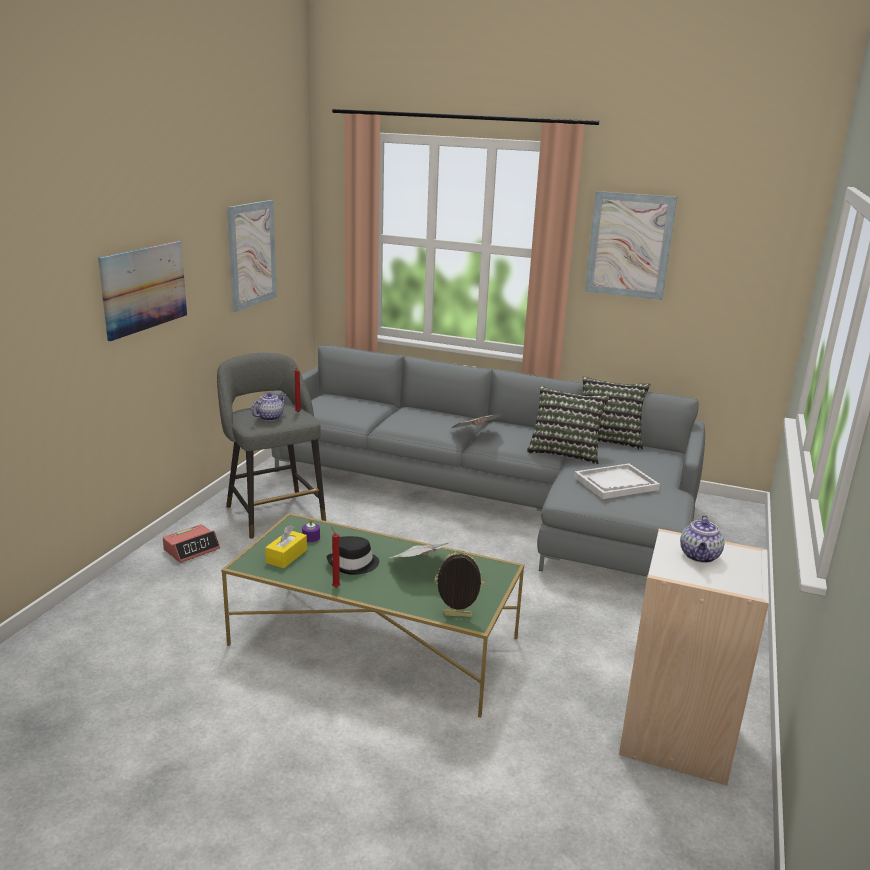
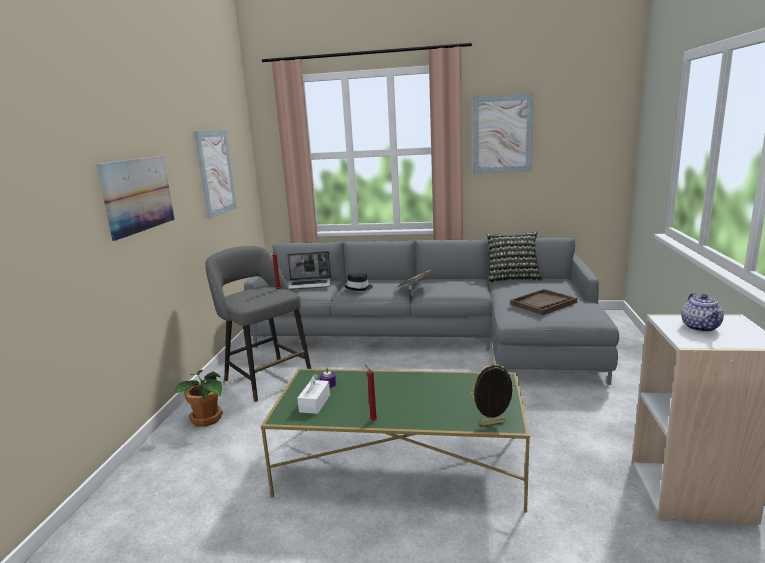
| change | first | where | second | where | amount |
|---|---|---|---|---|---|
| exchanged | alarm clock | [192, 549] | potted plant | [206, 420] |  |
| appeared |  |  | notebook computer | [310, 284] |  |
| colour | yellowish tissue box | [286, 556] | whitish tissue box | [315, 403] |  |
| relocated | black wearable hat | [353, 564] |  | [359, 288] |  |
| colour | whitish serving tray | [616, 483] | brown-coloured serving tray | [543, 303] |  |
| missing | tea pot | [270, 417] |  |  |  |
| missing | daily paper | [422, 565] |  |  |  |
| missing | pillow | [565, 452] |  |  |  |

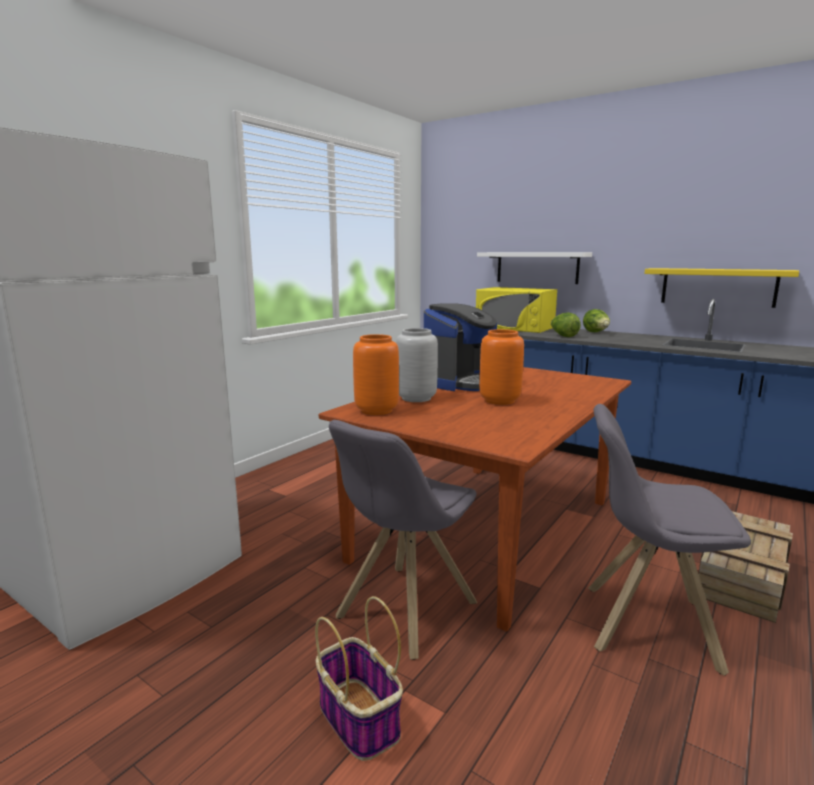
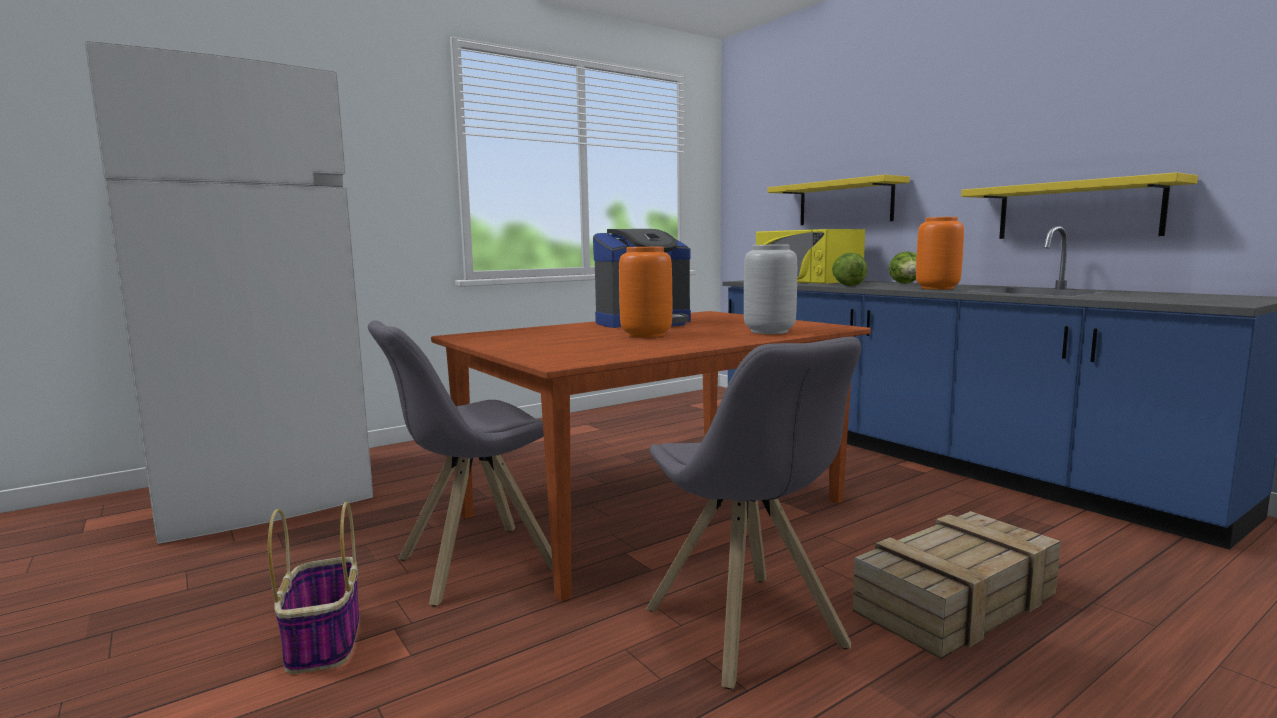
| change | first | where | second | where | amount |
|---|---|---|---|---|---|
| spun | gray chair | [648, 625] |  | [746, 627] | 150 degrees counterclockwise |
| relocated | gray decorative vase | [416, 398] |  | [768, 332] |  |
| colour | whitish wall shelf | [537, 267] | yellowish wall shelf | [845, 203] |  |
| relocated | orange decorative vase | [375, 410] |  | [936, 288] |  |

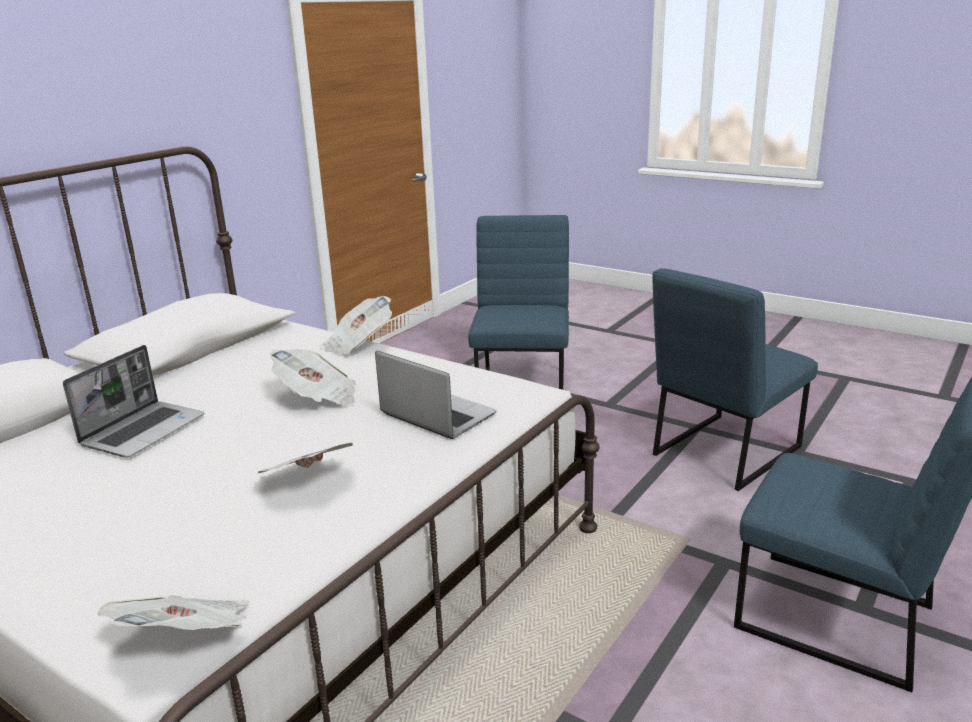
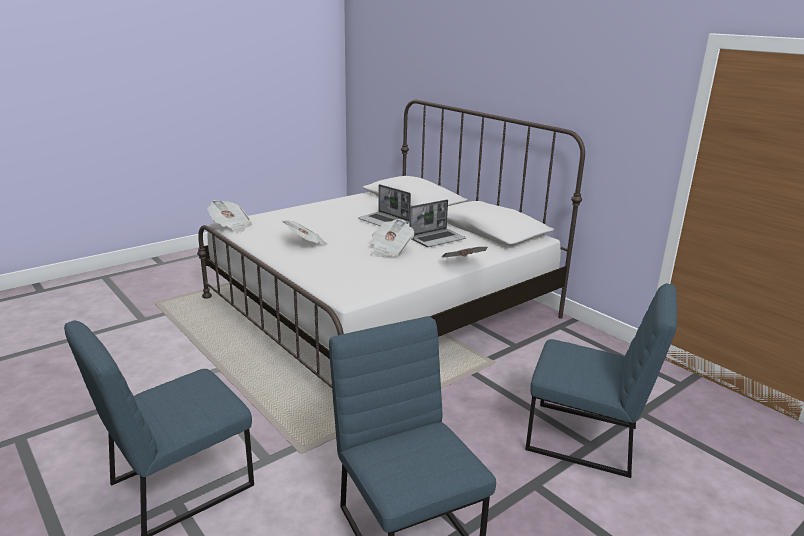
| change | first | where | second | where | amount |
|---|---|---|---|---|---|
| relocated | notebook computer | [436, 415] |  | [437, 239] |  |

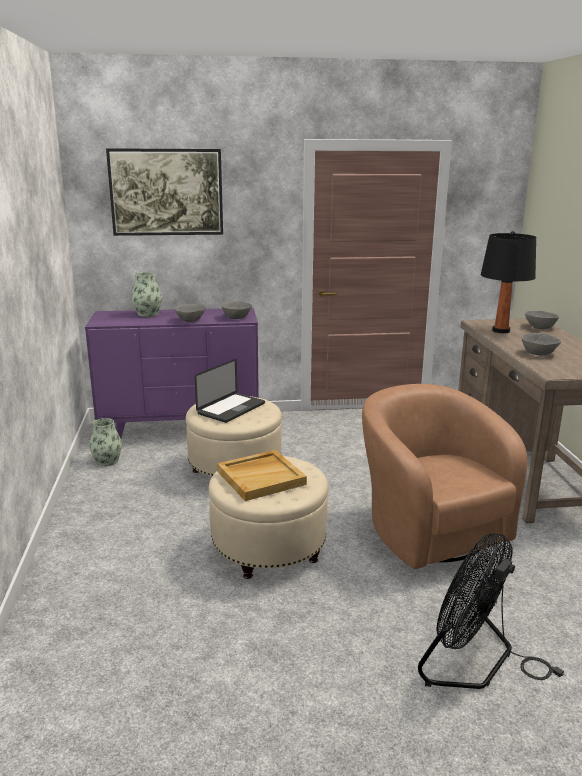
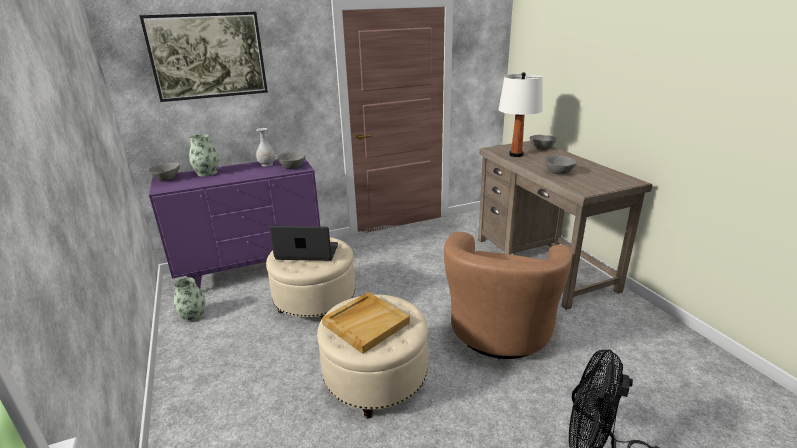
| change | first | where | second | where | amount |
|---|---|---|---|---|---|
| relocated | gray bowl | [190, 320] |  | [166, 178] |  |
| appeared |  |  | whitish decorative vase | [266, 164] |  |
| spun | notebook computer | [231, 409] |  | [307, 252] | 105 degrees counterclockwise |
| spun | brown-coloured lounge chair | [429, 531] |  | [499, 332] | 120 degrees counterclockwise |
| colour | black lamp for a table | [501, 331] | whitish lamp for a table | [516, 155] |  |

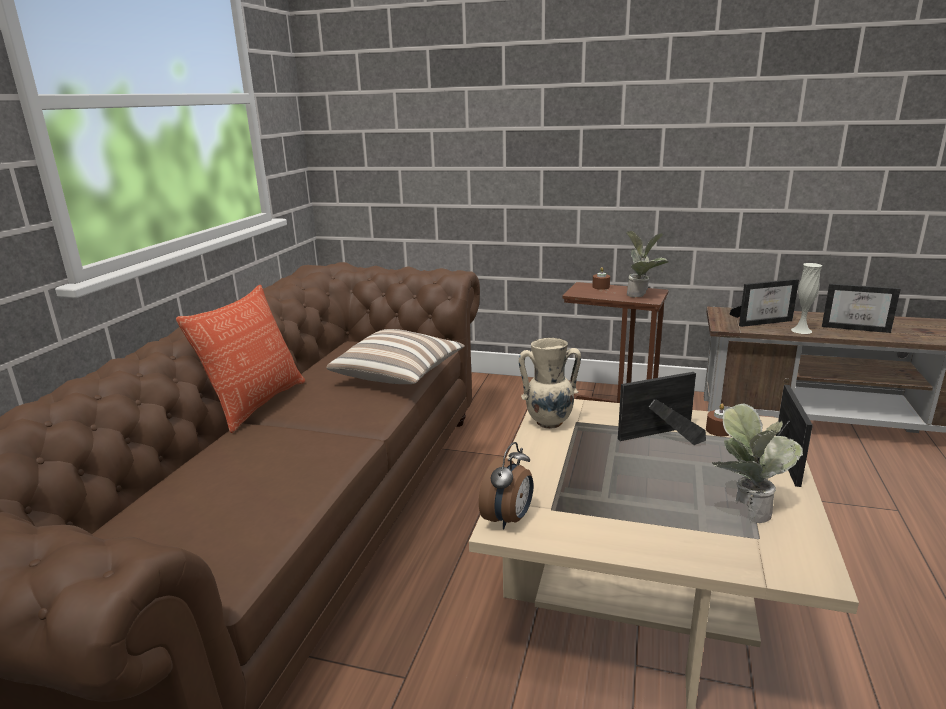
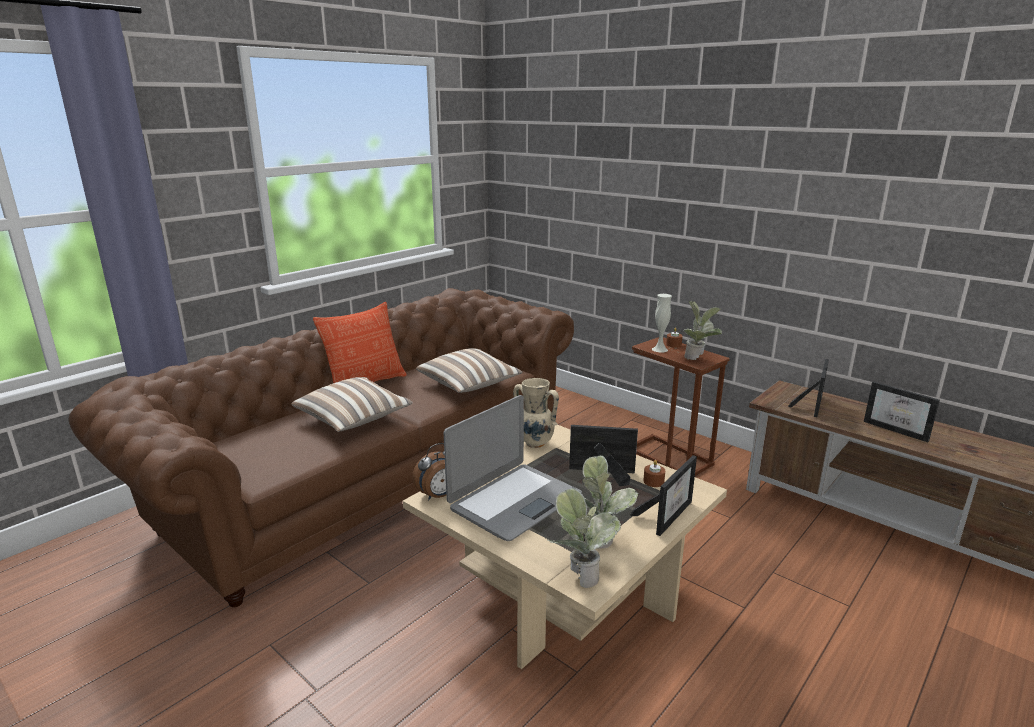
| change | first | where | second | where | amount |
|---|---|---|---|---|---|
| appeared |  |  | pillow | [354, 420] |  |
| appeared |  |  | notebook computer | [514, 501] |  |
| appeared |  |  | potted plant | [579, 574] |  |
| relocated | whitish decorative vase | [801, 330] |  | [659, 349] |  |
| spun | standing frame | [762, 321] |  | [811, 404] | 75 degrees counterclockwise |

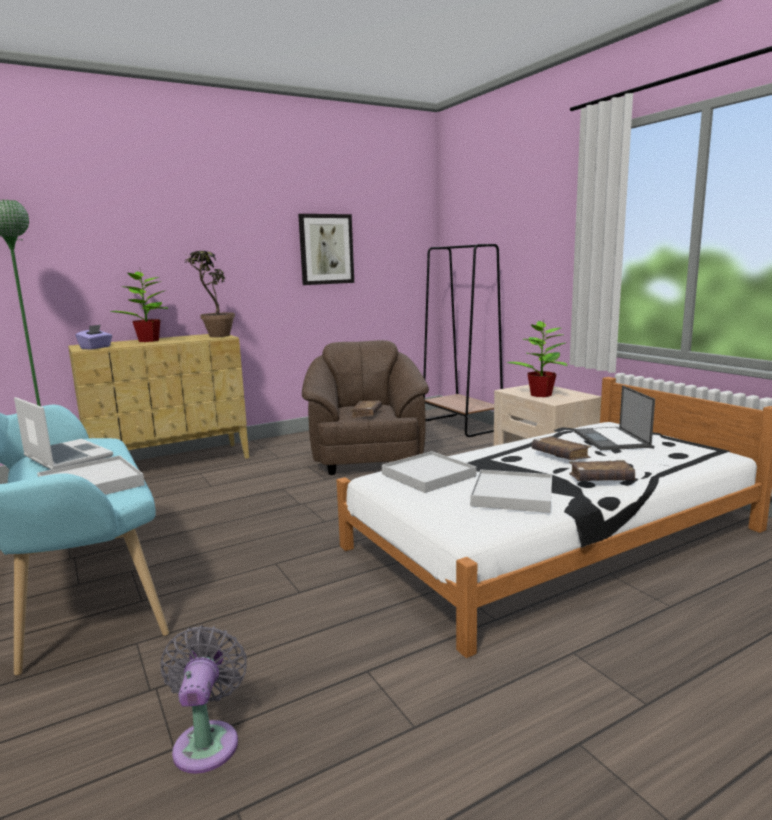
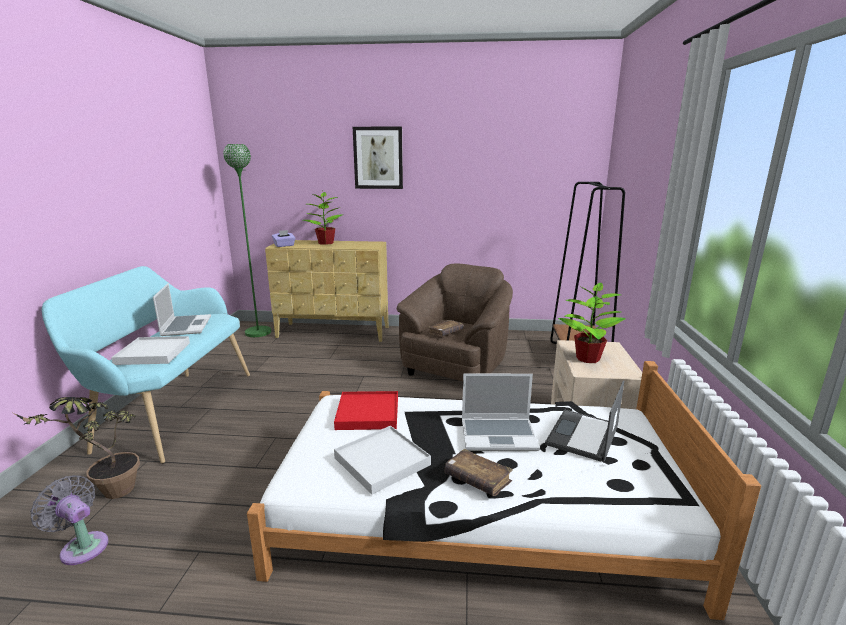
| change | first | where | second | where | amount |
|---|---|---|---|---|---|
| relocated | potted plant | [215, 336] |  | [107, 494] |  |
| spun | gray fan | [207, 741] |  | [82, 546] | 90 degrees counterclockwise |
| colour | whitish serving tray | [428, 475] | red-coloured serving tray | [367, 413] |  |
| relocated | wall picture | [326, 249] |  | [378, 158] |  |
| exchanged | brown-coloured book | [560, 455] | notebook computer | [499, 435] |  |

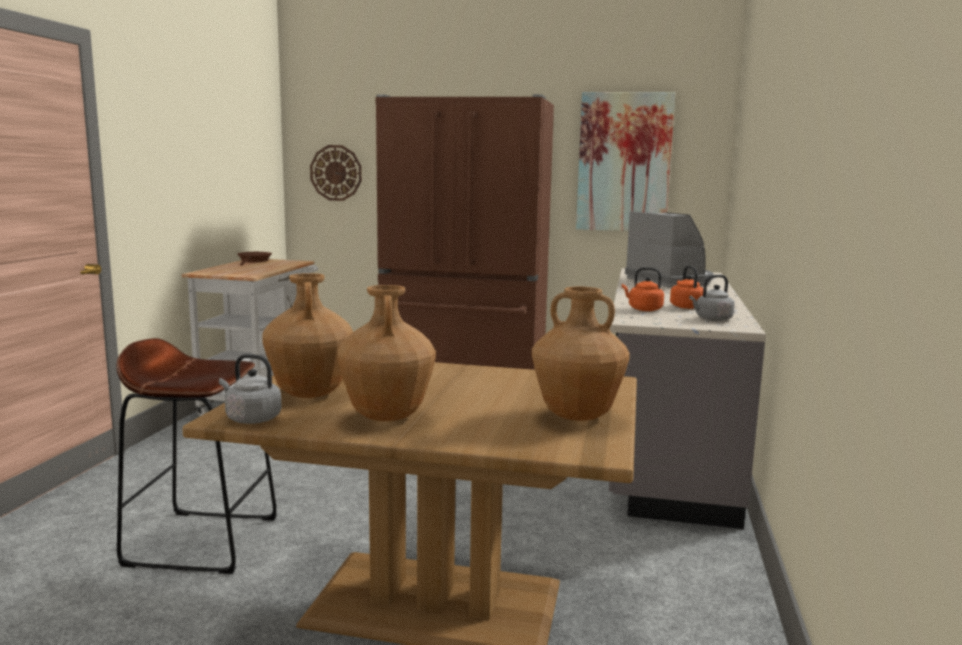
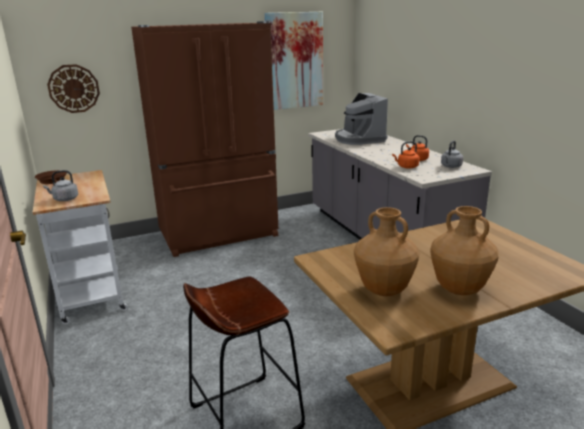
| change | first | where | second | where | amount |
|---|---|---|---|---|---|
| relocated | gray water kettle | [251, 419] |  | [64, 199] |  |
| spun | coffee brewer | [670, 281] |  | [359, 139] | 135 degrees counterclockwise |
| missing | brown-coloured decorative vase | [578, 416] |  |  |  |

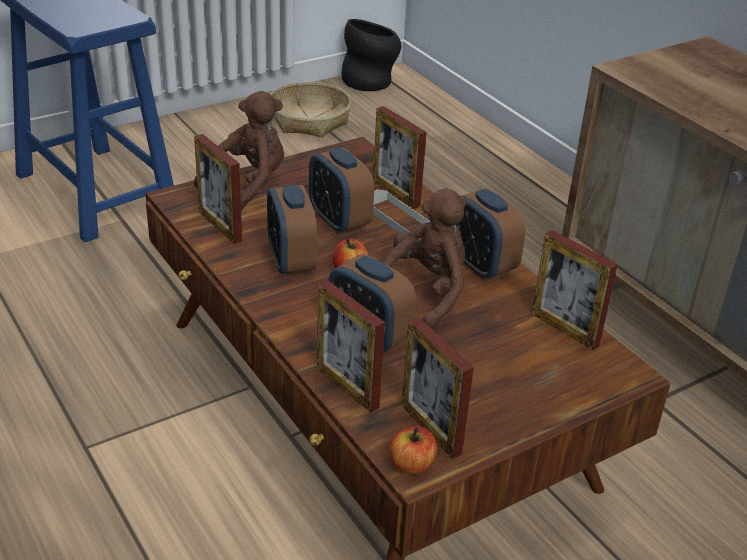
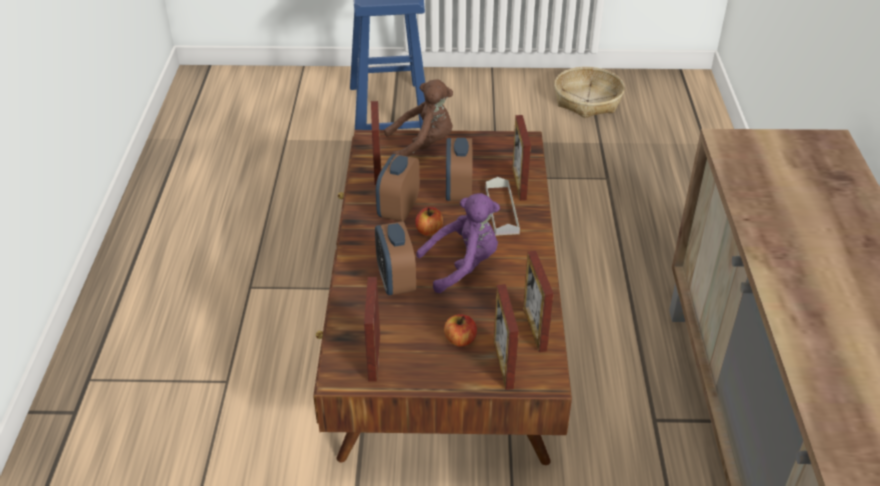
| change | first | where | second | where | amount |
|---|---|---|---|---|---|
| colour | brown-coloured soft toy | [425, 294] | purple-coloured soft toy | [463, 266] |  |
| relocated | apple | [412, 464] |  | [460, 340] |  |
| relocated | standing frame | [347, 387] |  | [503, 365] |  |
| missing | black decorative vase | [371, 81] |  |  |  |
| missing | alarm clock | [481, 265] |  |  |  |

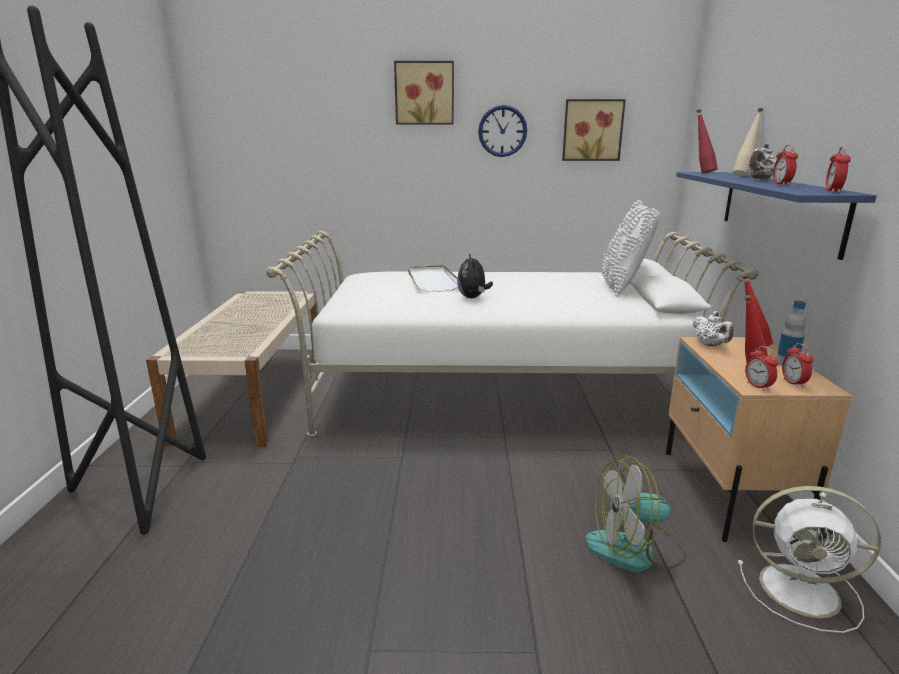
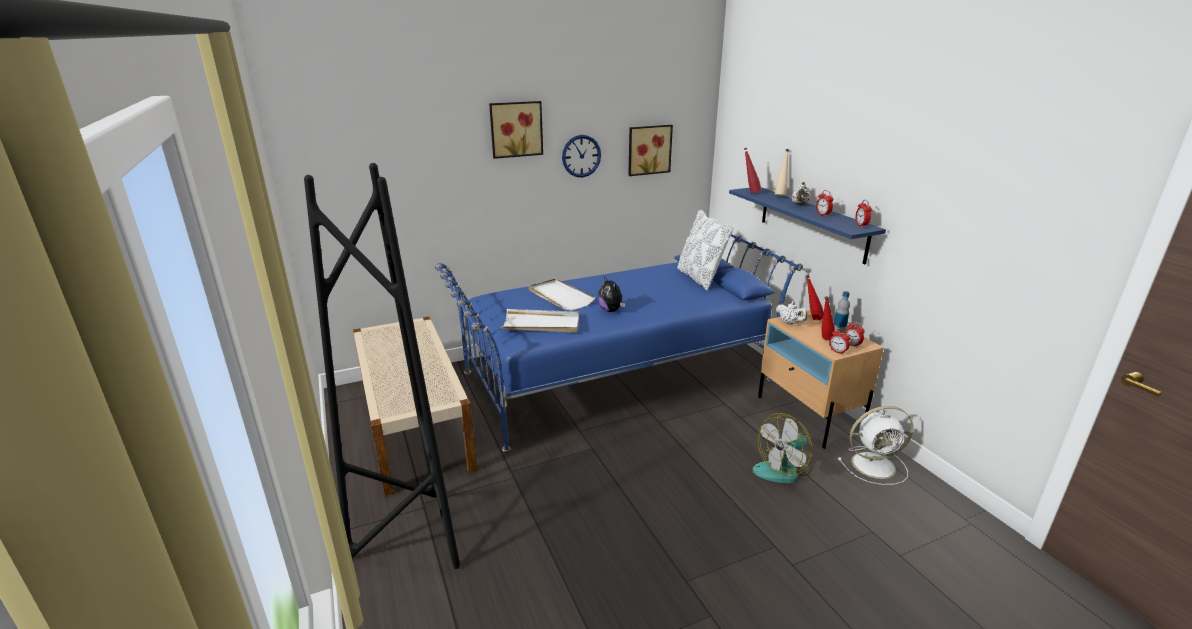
| change | first | where | second | where | amount |
|---|---|---|---|---|---|
| colour | whitish bedroom bed | [497, 394] | bluish bedroom bed | [616, 377] |  |
| appeared |  |  | whitish serving tray | [541, 324] |  |

